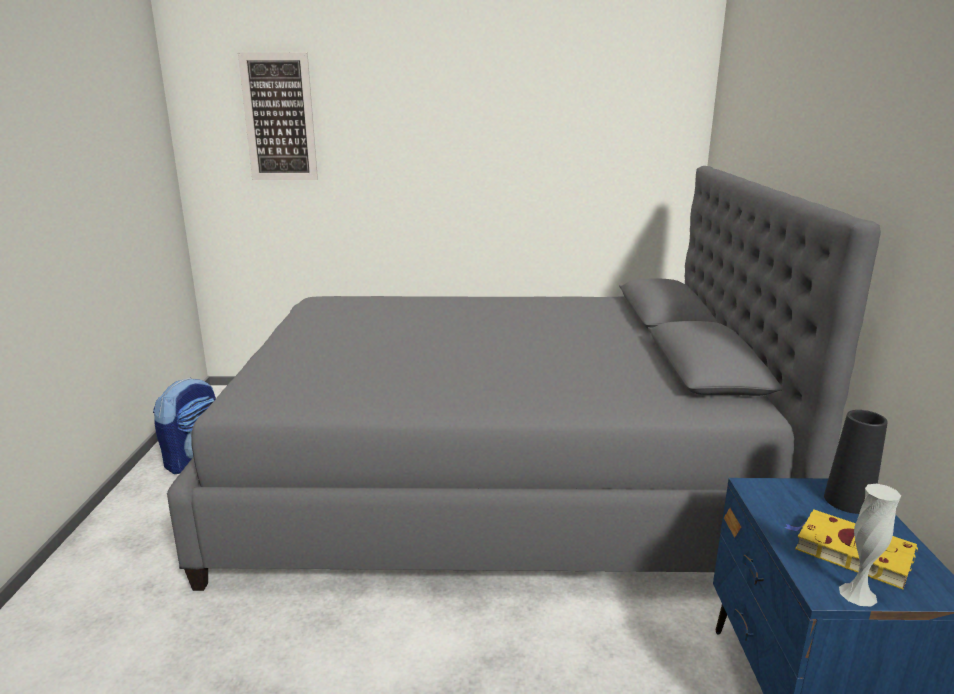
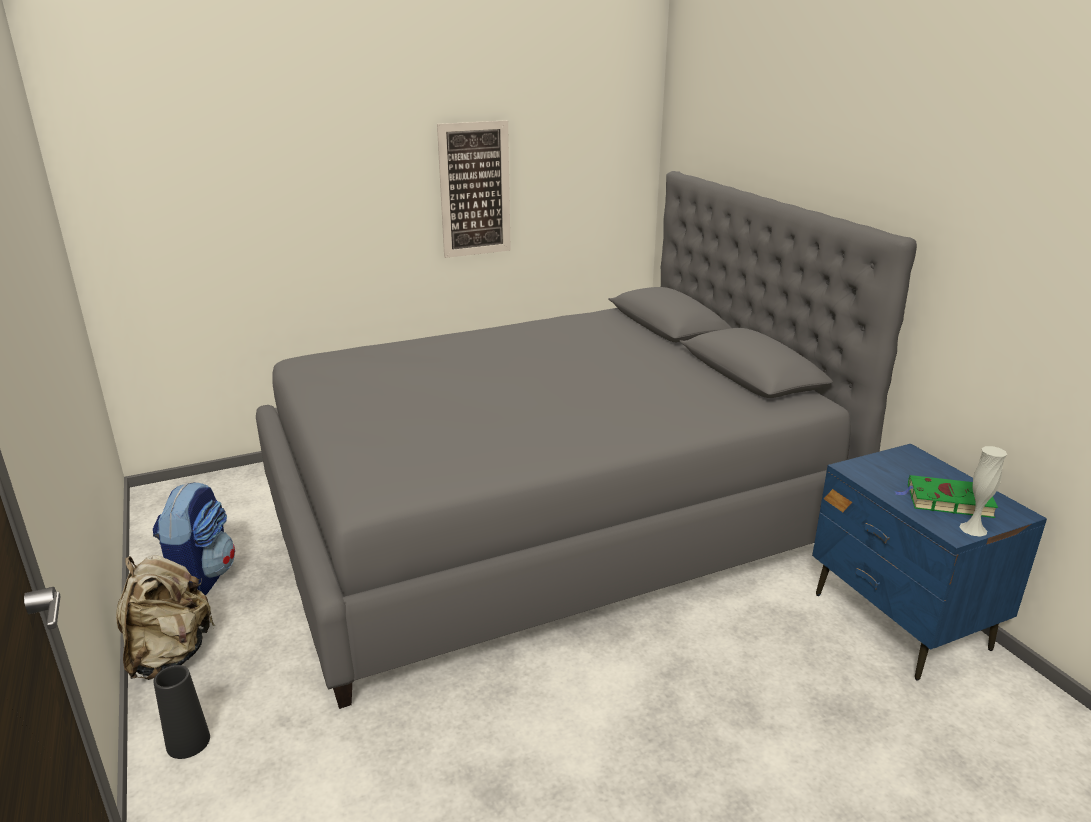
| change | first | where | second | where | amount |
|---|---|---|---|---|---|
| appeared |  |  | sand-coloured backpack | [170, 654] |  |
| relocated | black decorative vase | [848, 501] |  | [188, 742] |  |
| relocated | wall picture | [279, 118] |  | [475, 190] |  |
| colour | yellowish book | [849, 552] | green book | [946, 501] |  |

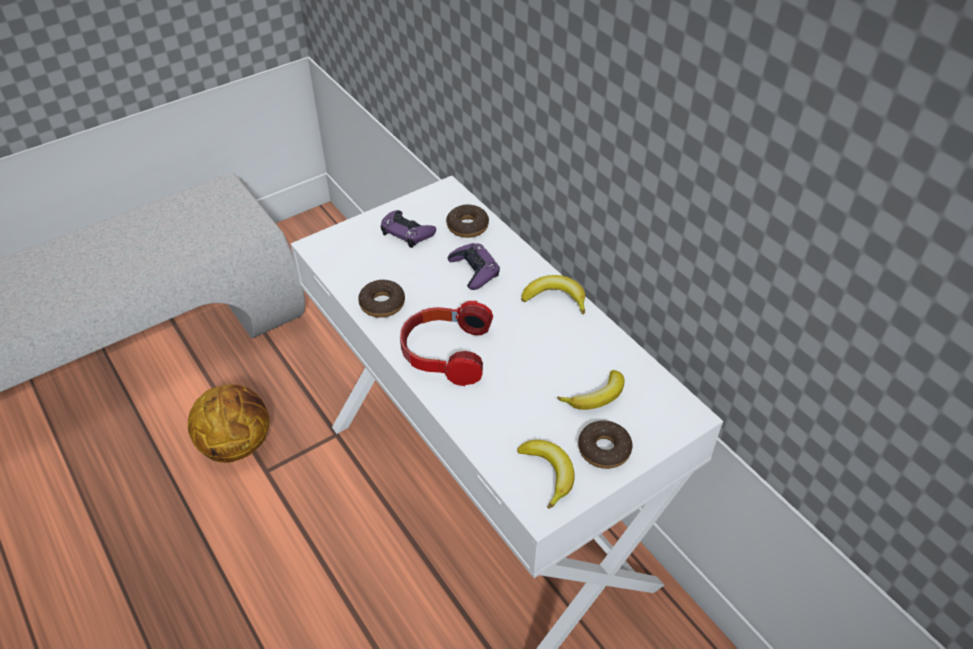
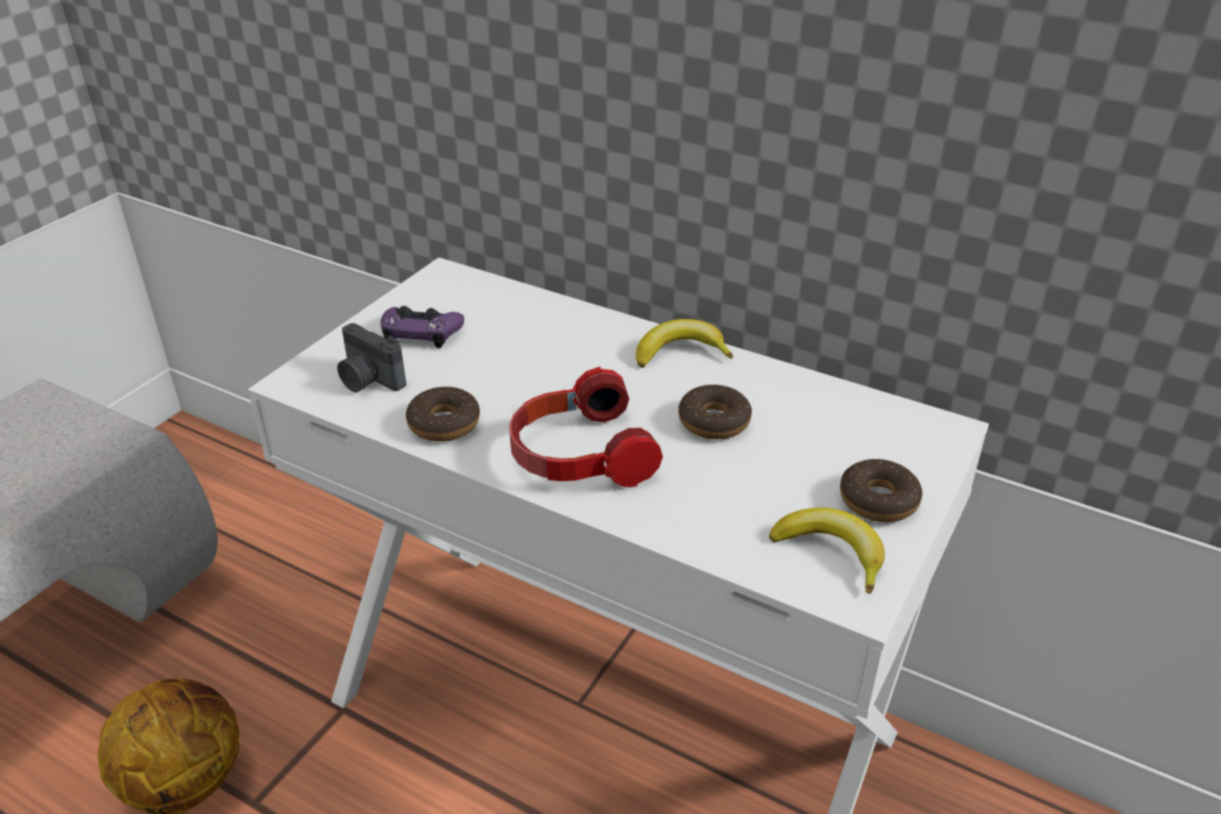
| change | first | where | second | where | amount |
|---|---|---|---|---|---|
| appeared |  |  | photo camera | [368, 380] |  |
| relocated | donut | [467, 226] |  | [714, 421] |  |
| missing | purple-coloured game controller | [474, 270] |  |  |  |
| missing | banana | [596, 397] |  |  |  |

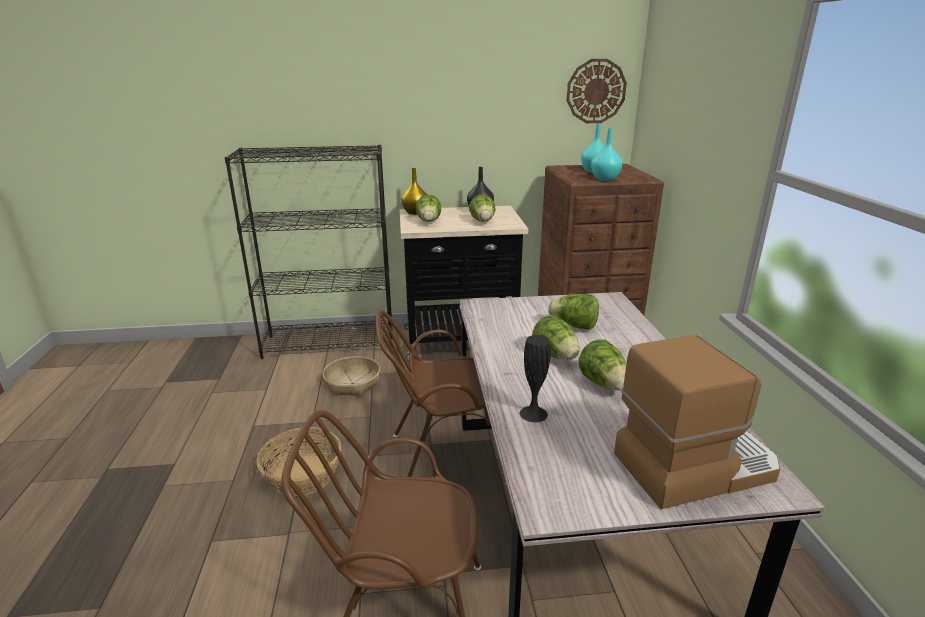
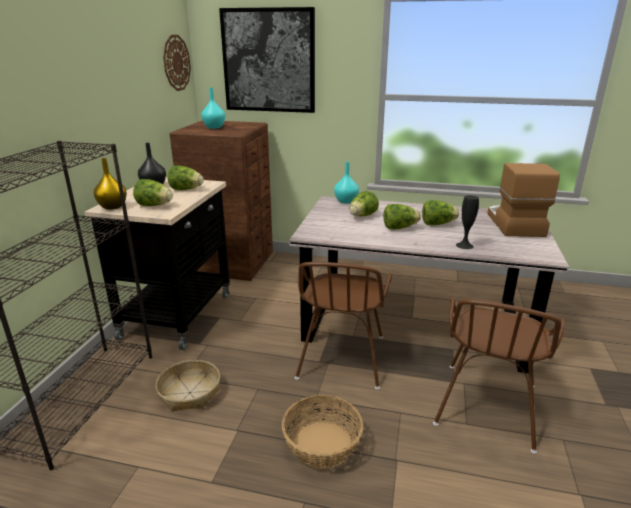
| change | first | where | second | where | amount |
|---|---|---|---|---|---|
| appeared |  |  | wall picture | [269, 61] |  |
| relocated | turquoise-coloured decorative vase | [605, 179] |  | [345, 201] |  |

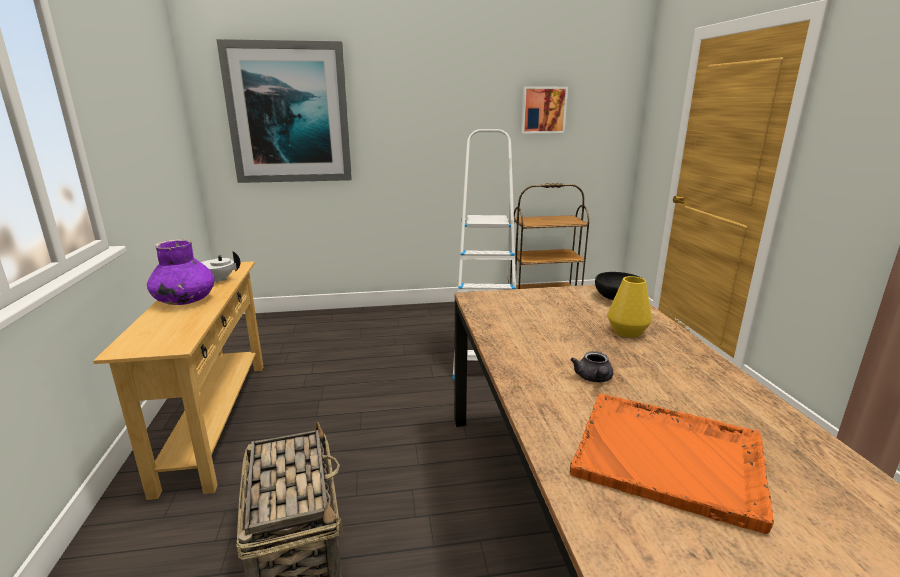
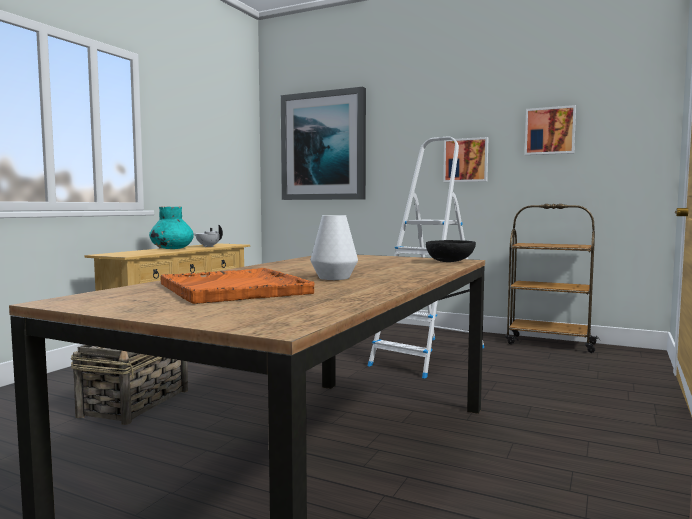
| change | first | where | second | where | amount |
|---|---|---|---|---|---|
| colour | purple-coloured decorative vase | [184, 300] | turquoise-coloured decorative vase | [172, 248] |  |
| appeared |  |  | whitish decorative vase | [334, 278] |  |
| appeared |  |  | wall picture | [466, 160] |  |
| missing | gray tea pot | [594, 379] |  |  |  |
| missing | yellowish decorative vase | [627, 331] |  |  |  |

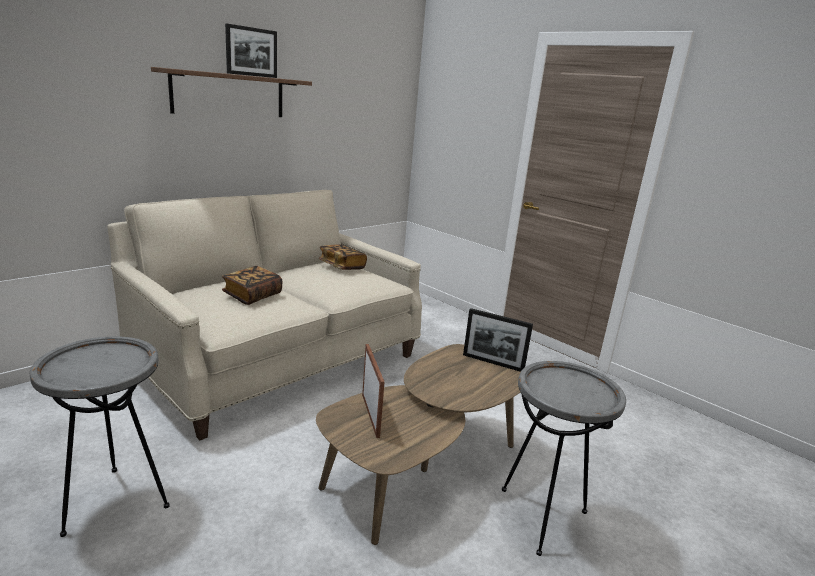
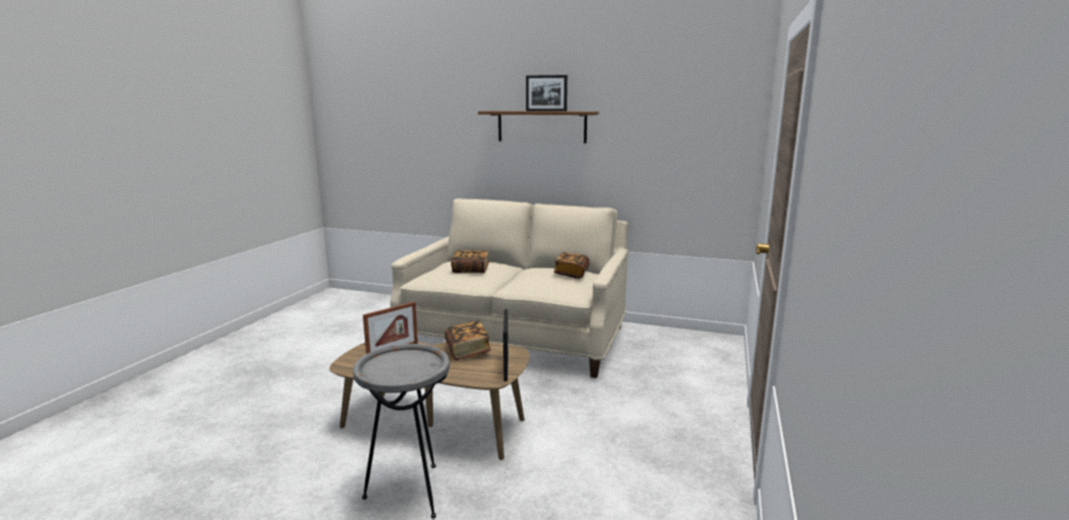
| change | first | where | second | where | amount |
|---|---|---|---|---|---|
| appeared |  |  | book | [467, 351] |  |
| missing | gray accent table | [116, 502] |  |  |  |

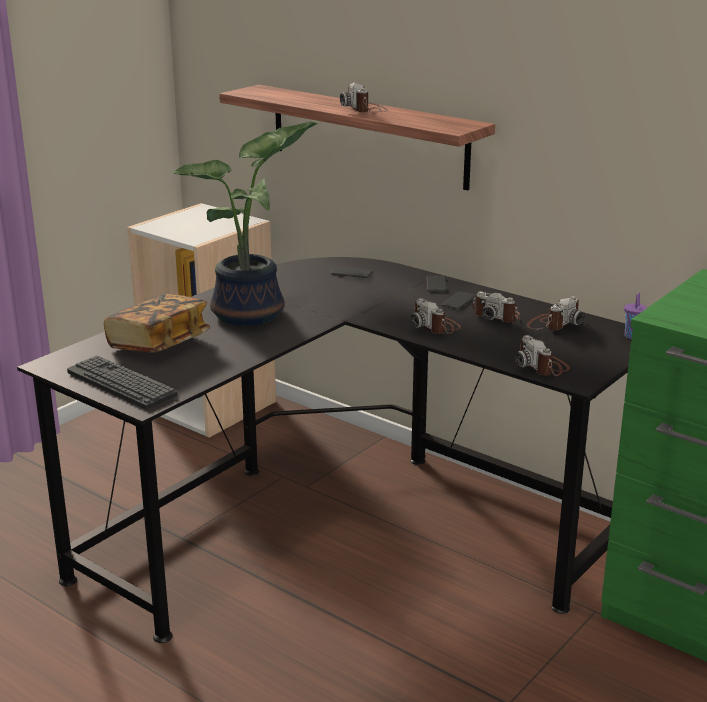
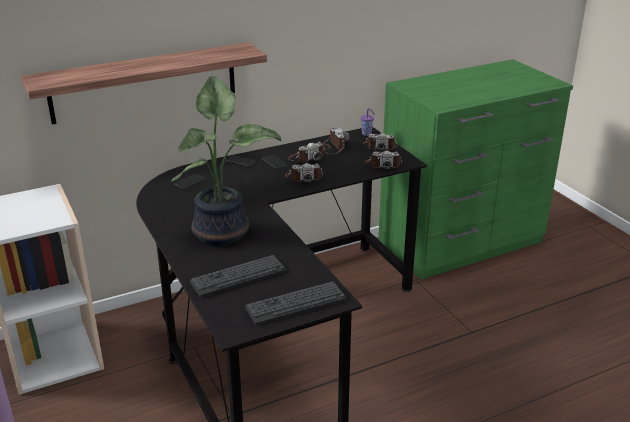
| change | first | where | second | where | amount |
|---|---|---|---|---|---|
| exchanged | book | [159, 343] | PC keyboard | [238, 277] |  |
| relocated | photo camera | [365, 109] |  | [380, 147] |  |

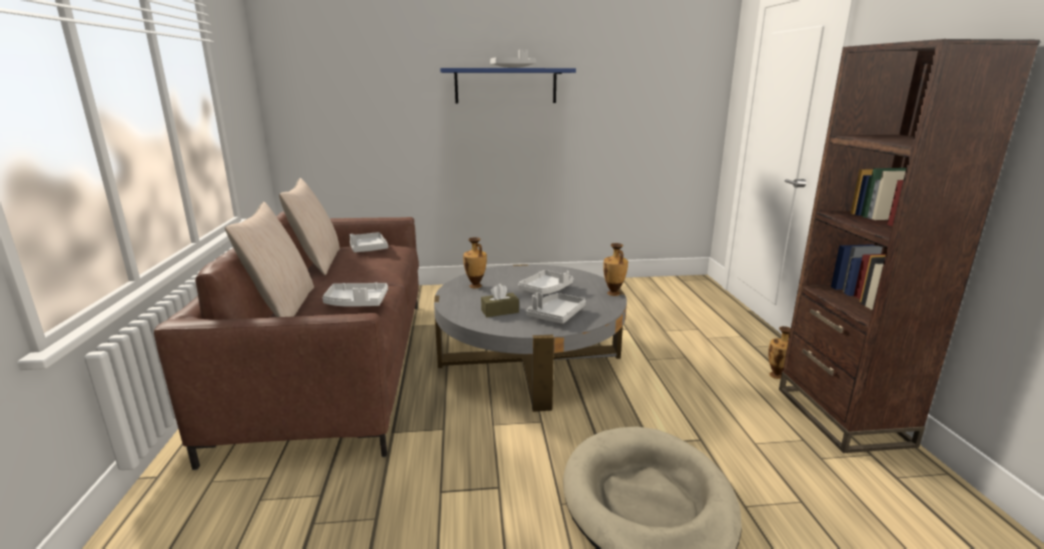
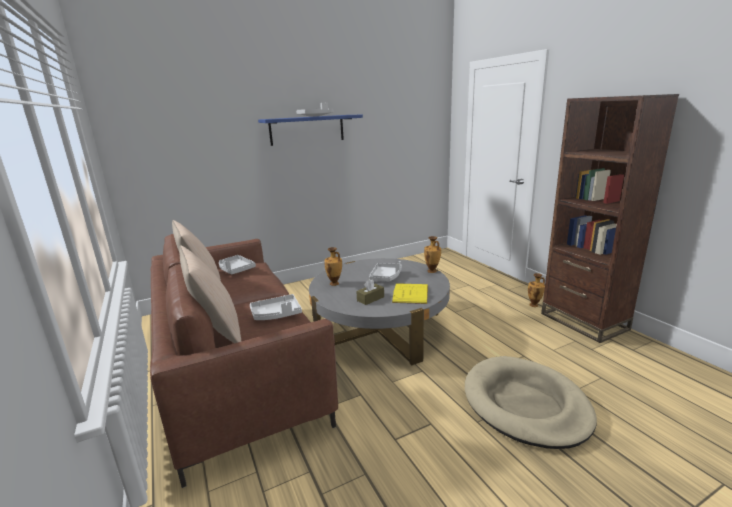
| change | first | where | second | where | amount |
|---|---|---|---|---|---|
| exchanged | gray serving tray | [556, 315] | yellowish book | [410, 293] |  |

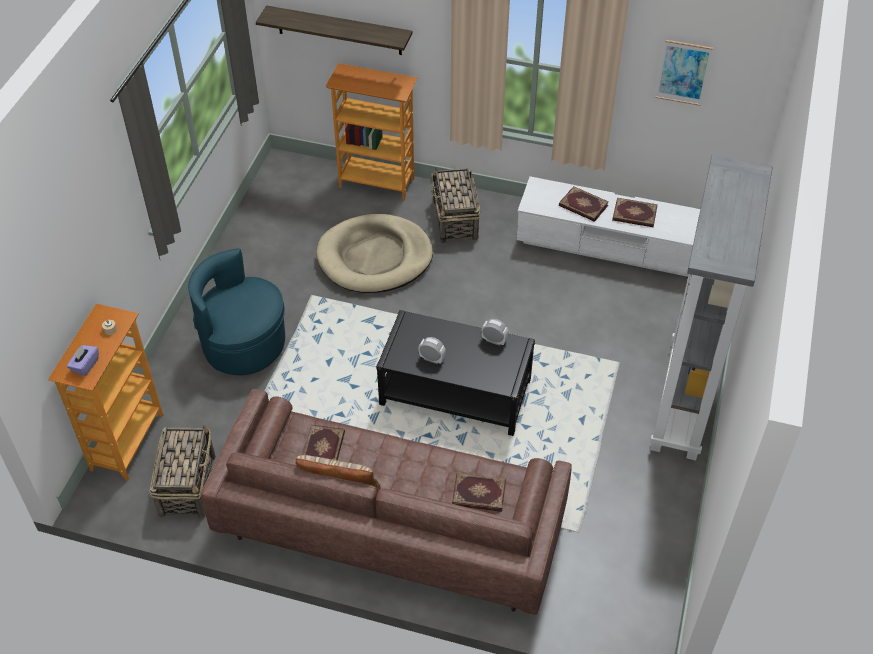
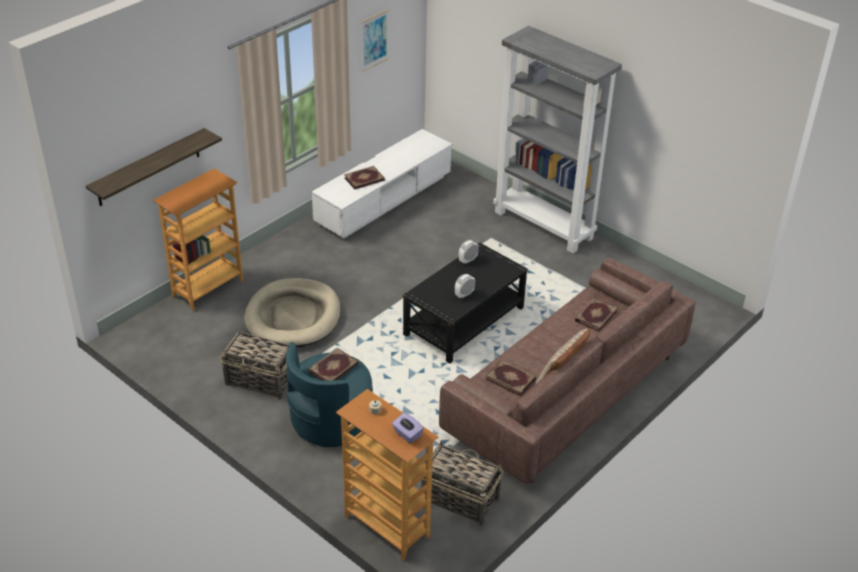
| change | first | where | second | where | amount |
|---|---|---|---|---|---|
| relocated | basket | [455, 221] |  | [261, 380] |  |
| relocated | book | [634, 215] |  | [334, 369] |  |

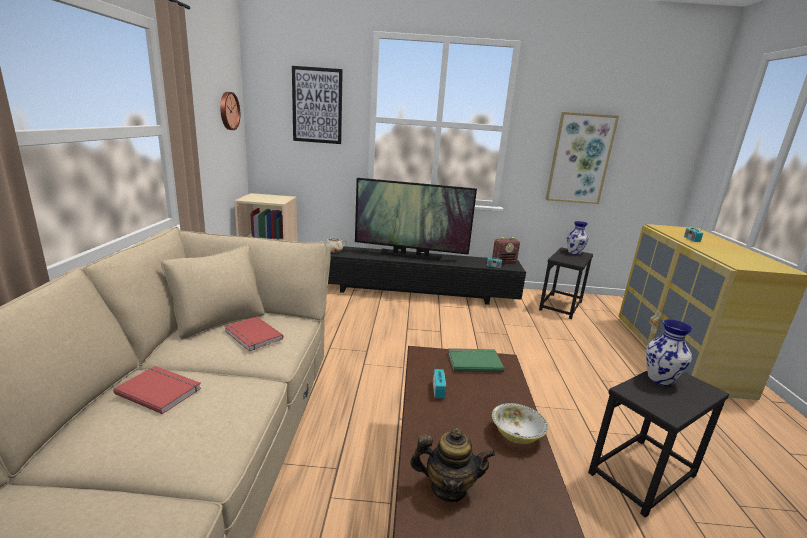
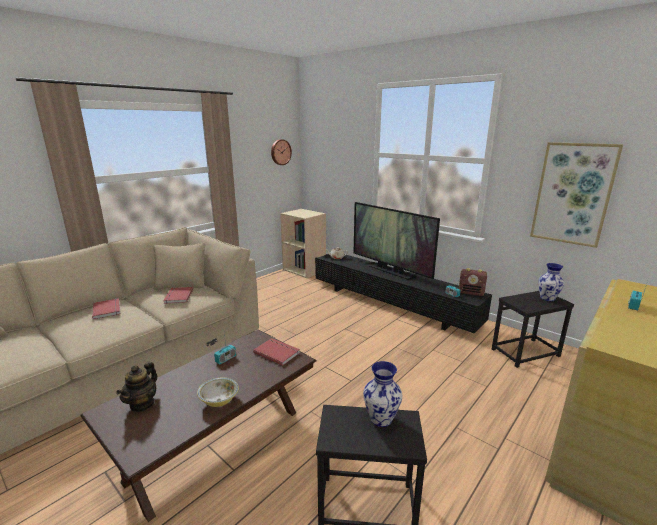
| change | first | where | second | where | amount |
|---|---|---|---|---|---|
| spun | tea pot | [448, 487] |  | [142, 404] | 60 degrees clockwise |
| colour | green book | [474, 361] | red-coloured book | [277, 352] |  |
| missing | wall picture | [317, 106] |  |  |  |

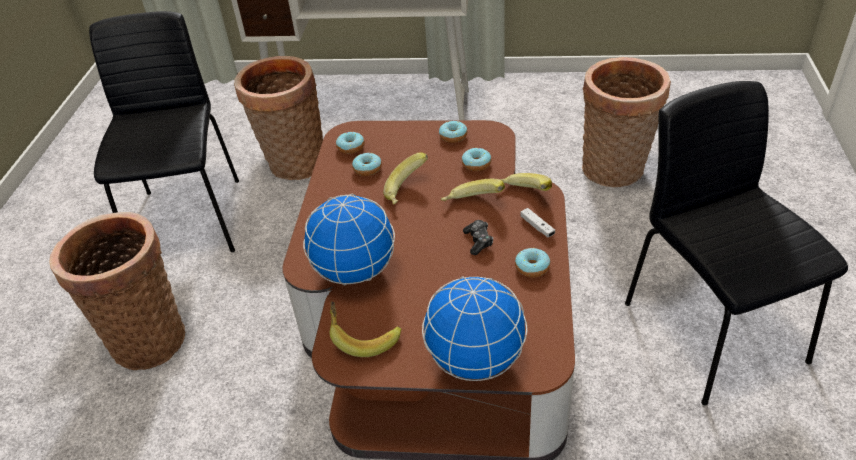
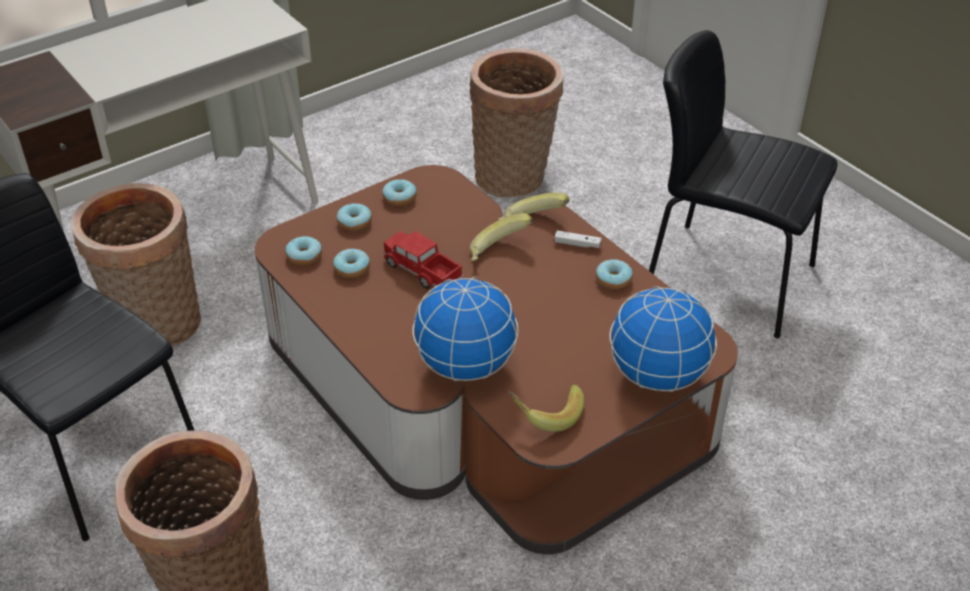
| change | first | where | second | where | amount |
|---|---|---|---|---|---|
| relocated | donut | [476, 164] |  | [354, 222] |  |
| exchanged | banana | [407, 191] | model truck | [422, 271] |  |
| missing | game controller | [478, 241] |  |  |  |

